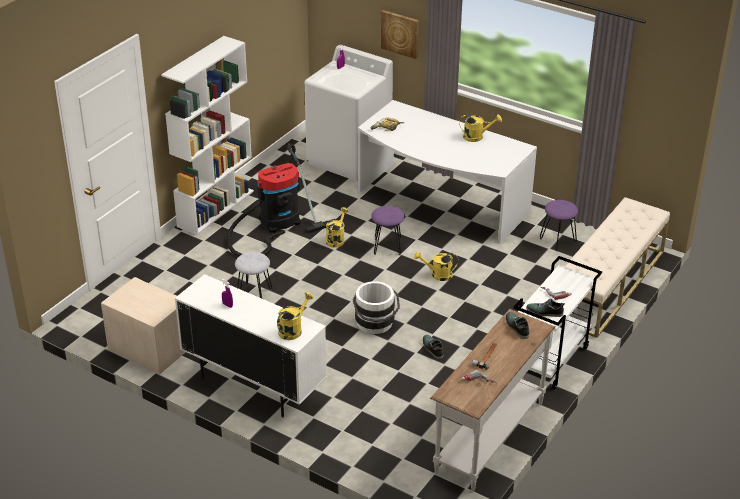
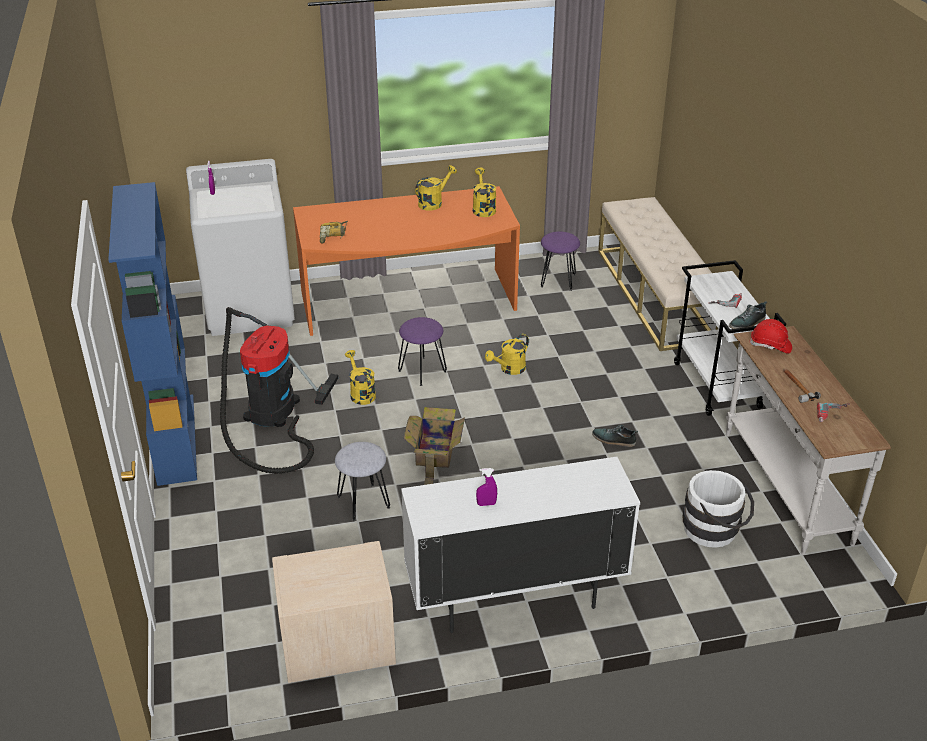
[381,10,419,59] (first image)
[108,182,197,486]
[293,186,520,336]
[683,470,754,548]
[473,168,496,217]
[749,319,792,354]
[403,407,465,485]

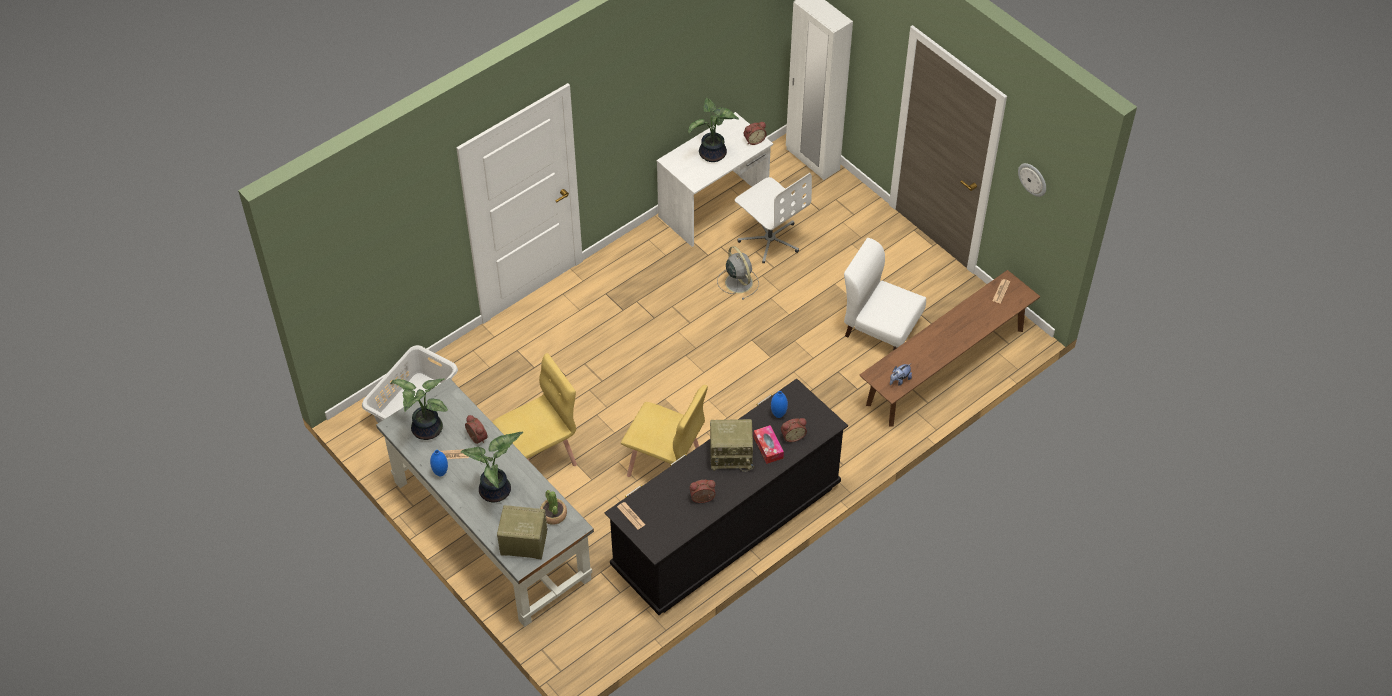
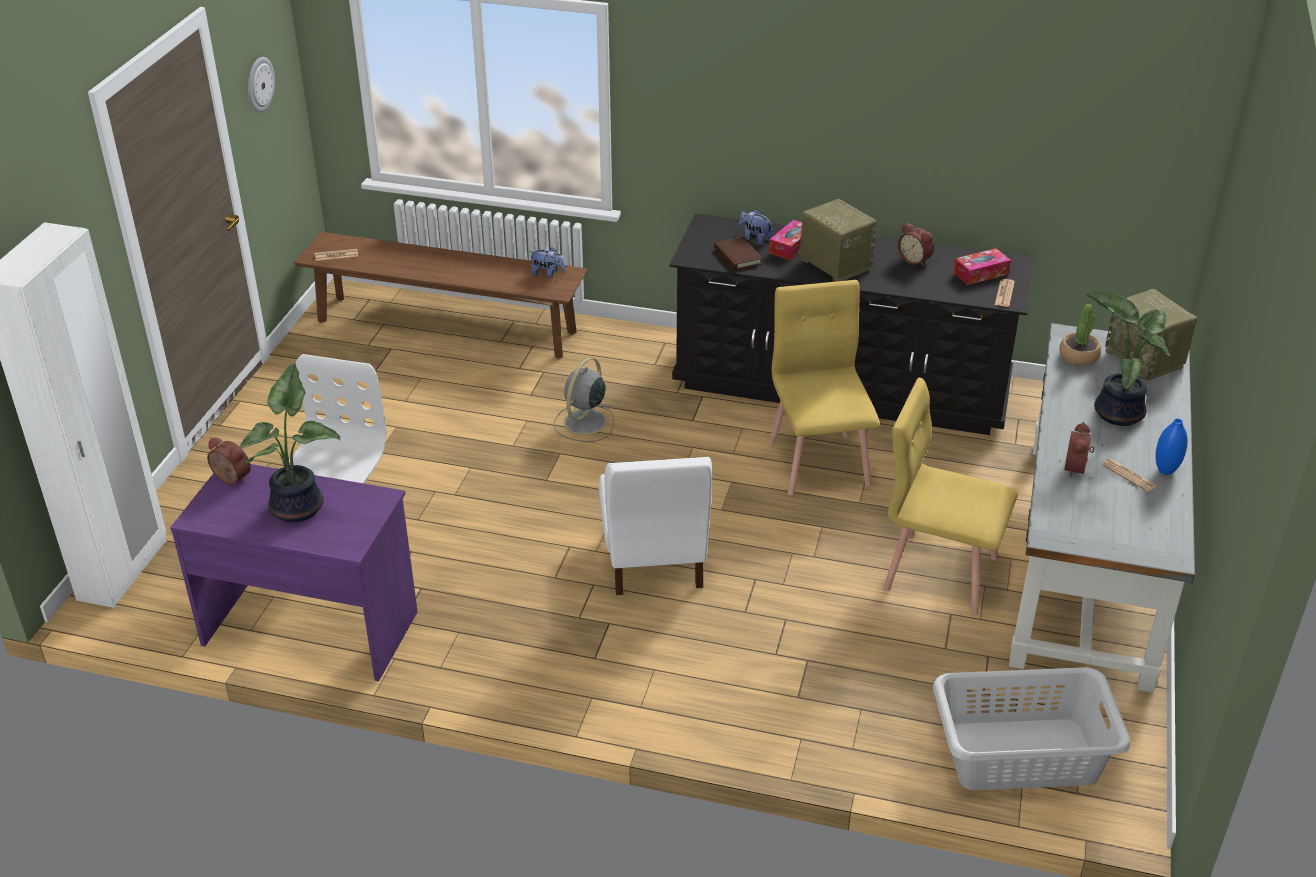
[170,464,418,681]
[599,457,712,595]
[553,357,614,442]
[390,378,448,440] (first image)
[714,237,763,270]
[739,209,773,245]
[953,248,1011,285]

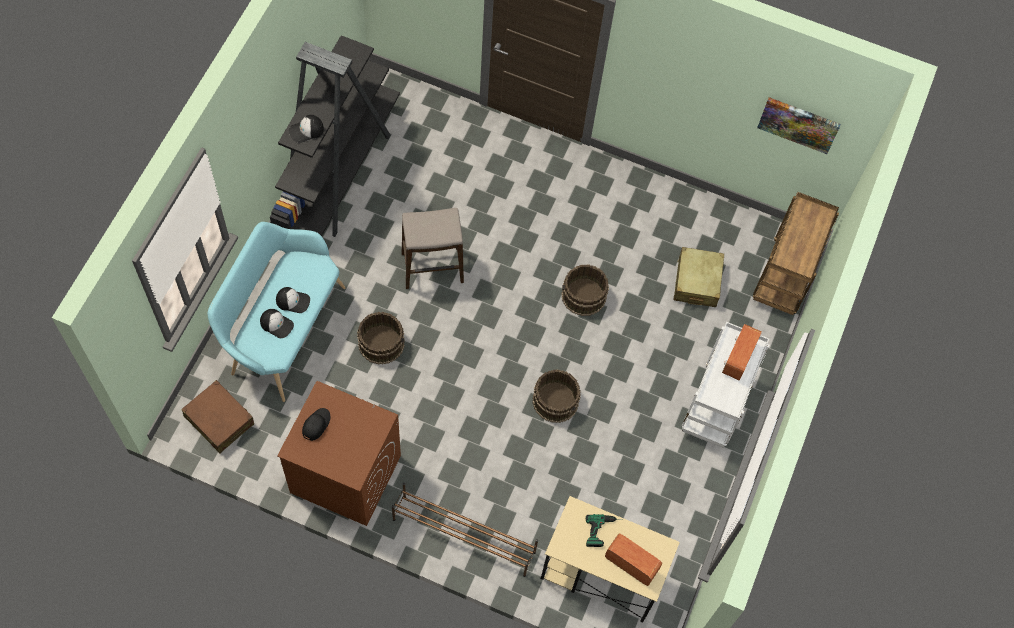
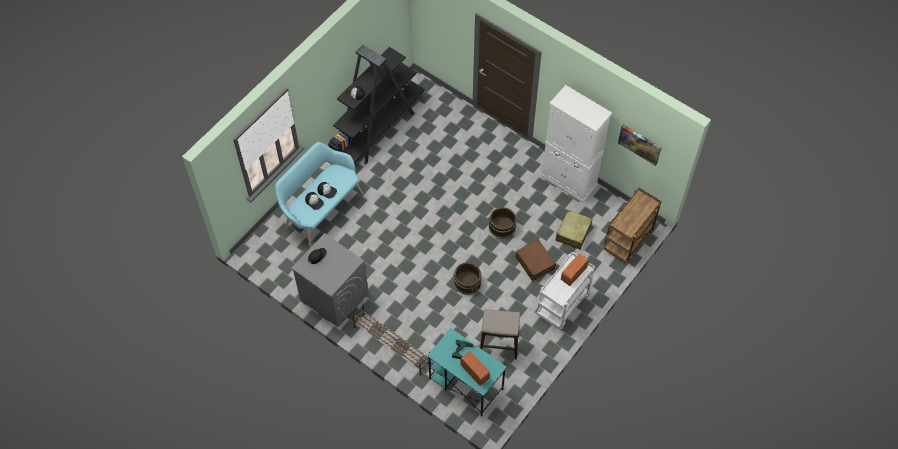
[480,309,520,360]
[357,312,405,365] (first image)
[515,239,556,281]
[291,233,368,327]
[427,328,507,416]
[541,85,612,203]

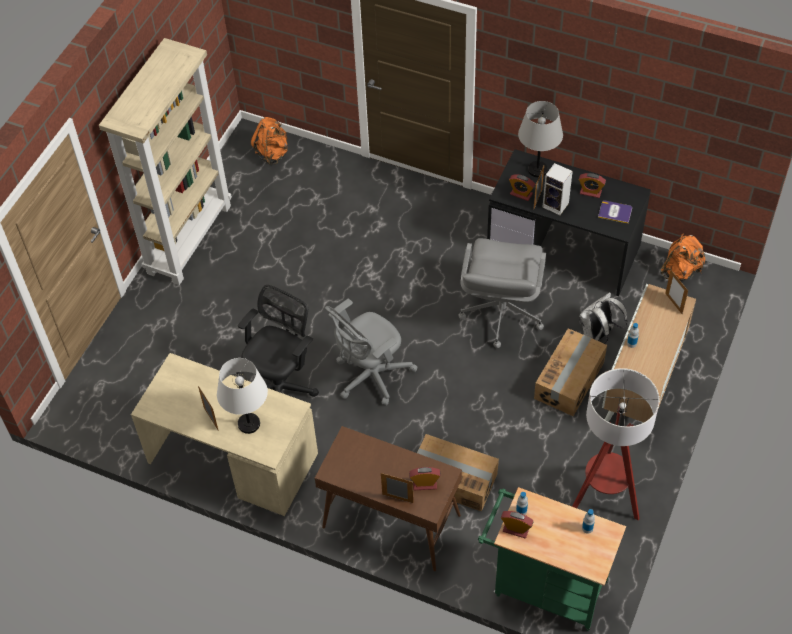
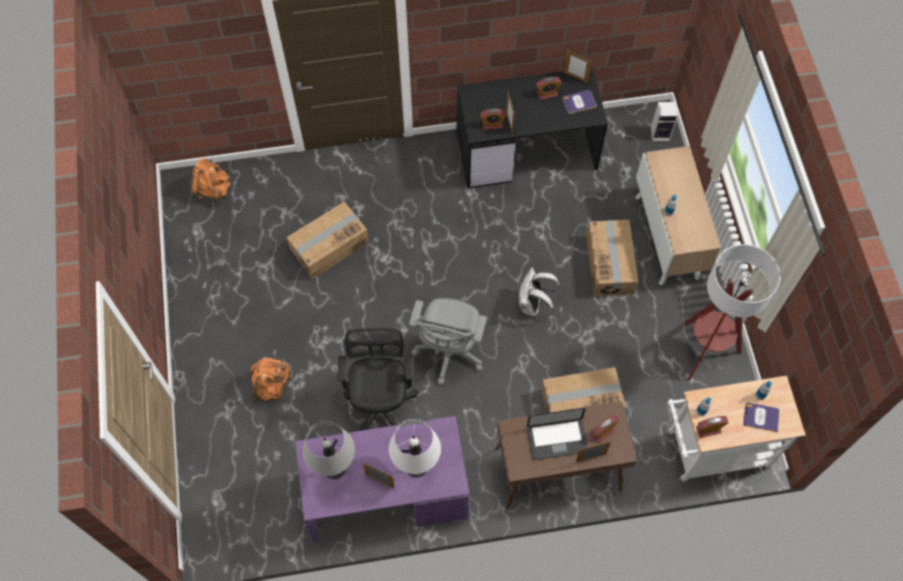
[99,38,232,285] (first image)
[303,421,355,479]
[651,102,678,141]
[251,357,291,404]
[458,238,546,348] (first image)
[564,50,592,83]
[519,267,559,316]
[295,416,469,544]
[667,376,806,482]
[286,201,369,279]
[743,403,780,432]
[527,408,588,460]

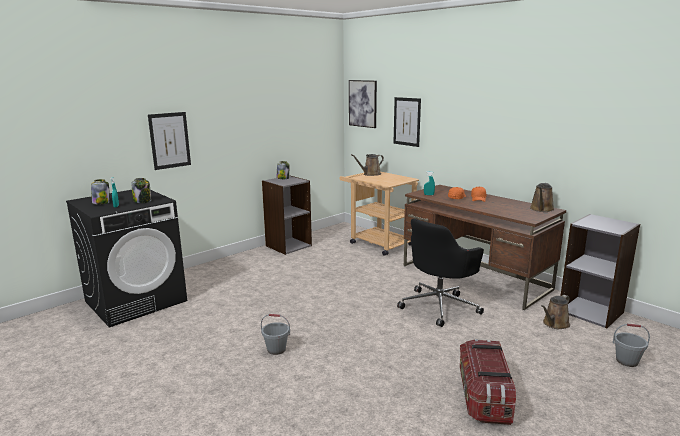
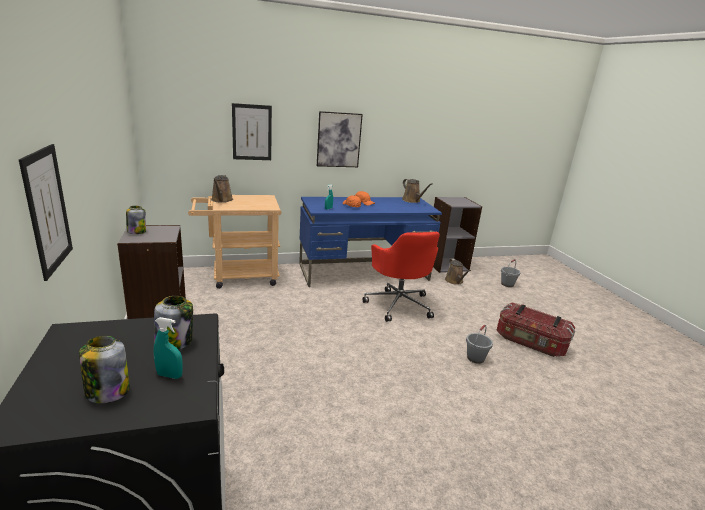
[317,111,363,167]
[299,197,442,287]
[363,232,440,322]
[466,325,493,364]

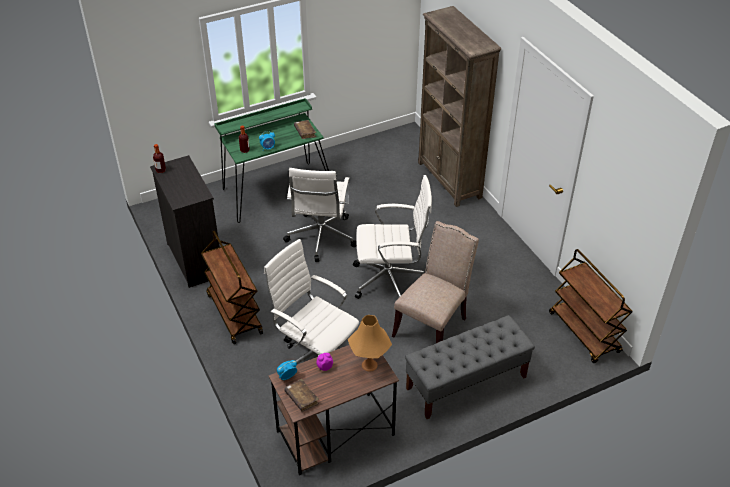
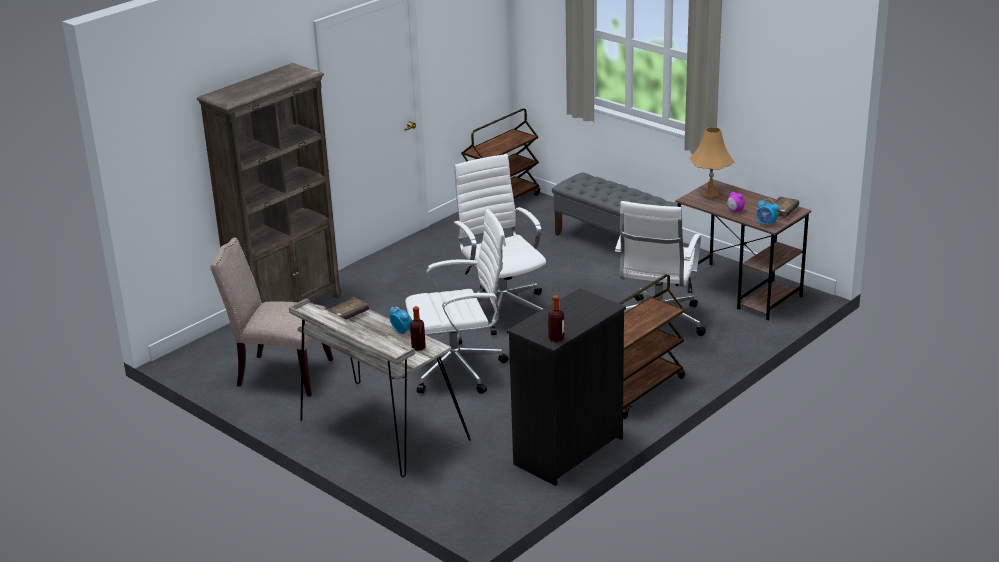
[289,298,471,477]
[210,237,333,397]

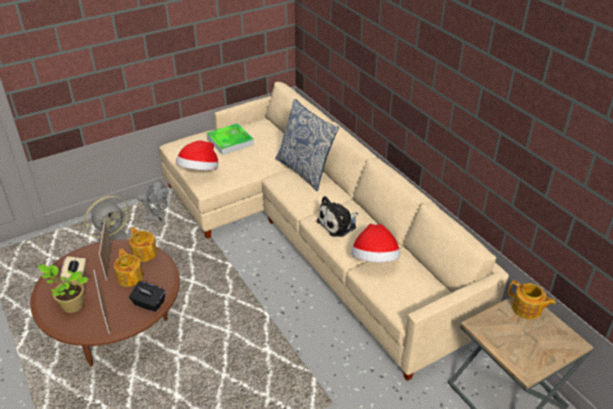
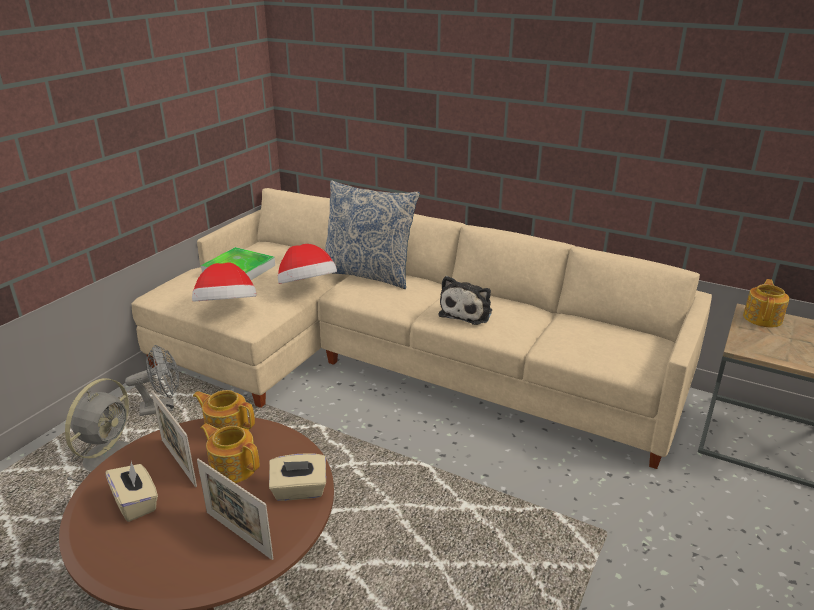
[278,244,337,284]
[38,264,89,313] (first image)
[743,279,789,328]
[269,453,326,501]

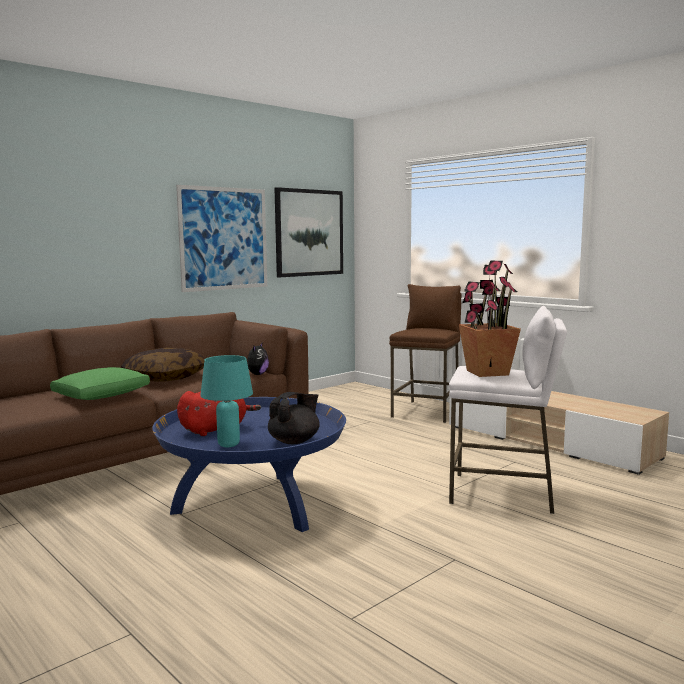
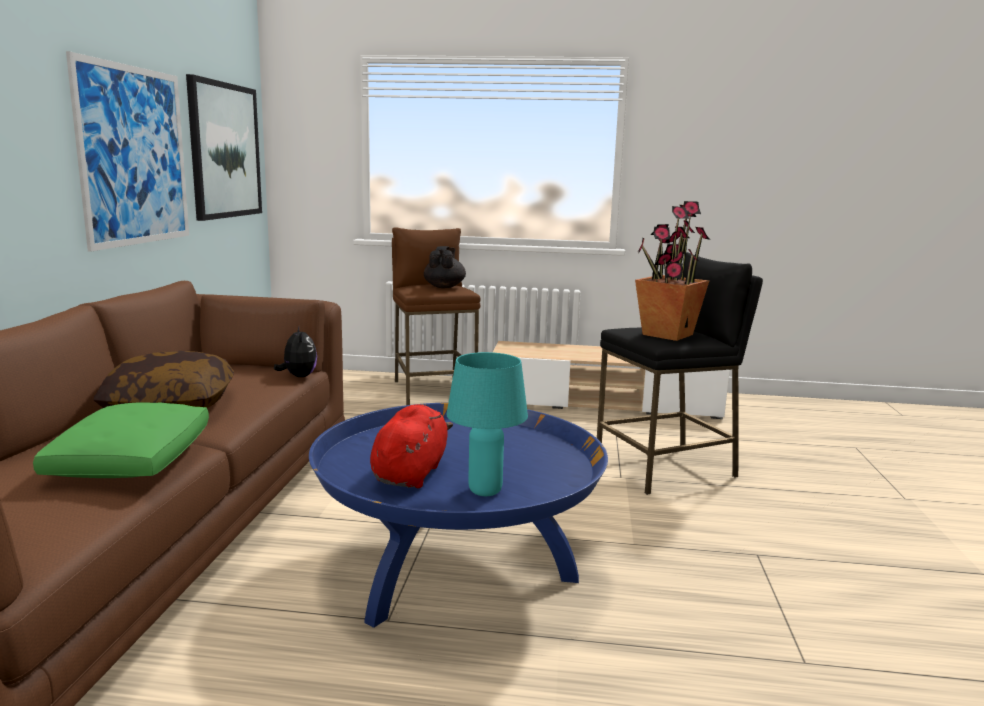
[597,252,763,495]
[424,246,466,288]

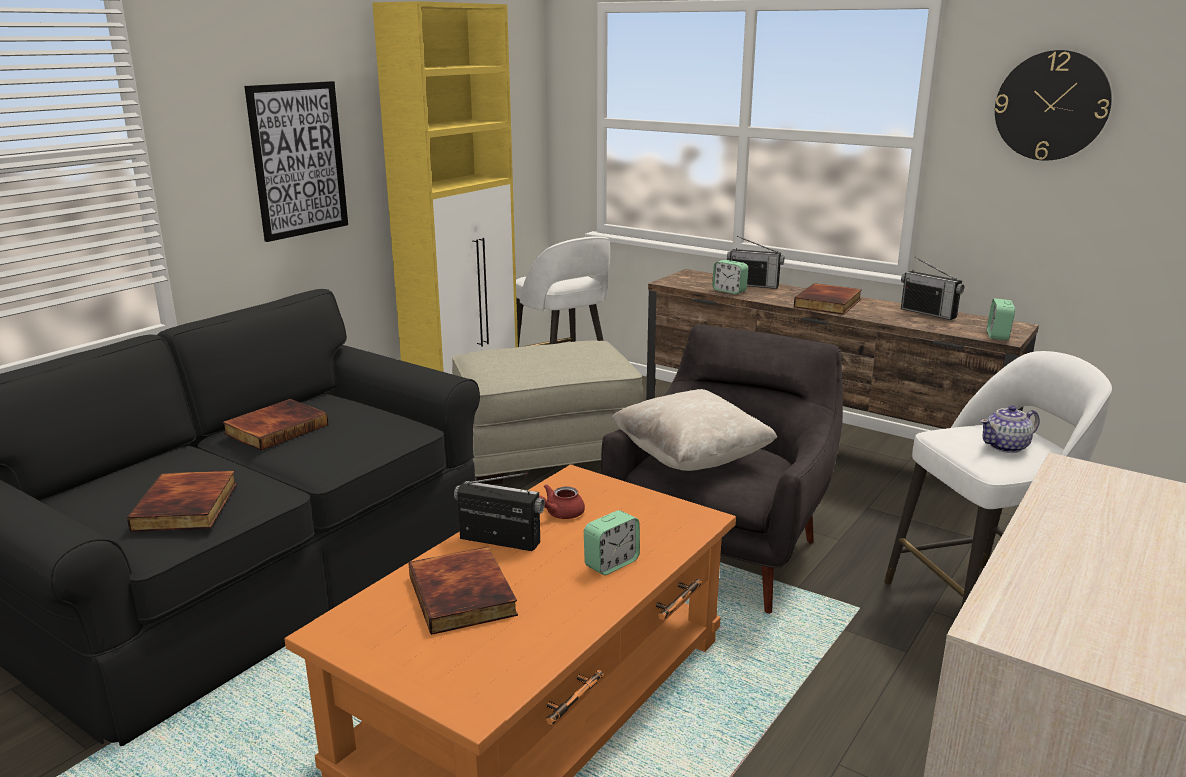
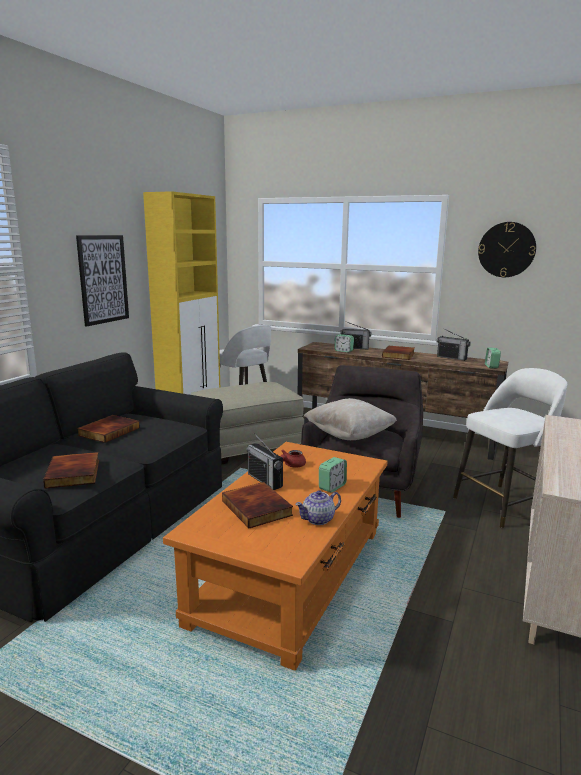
[295,490,341,525]
[246,433,283,490]

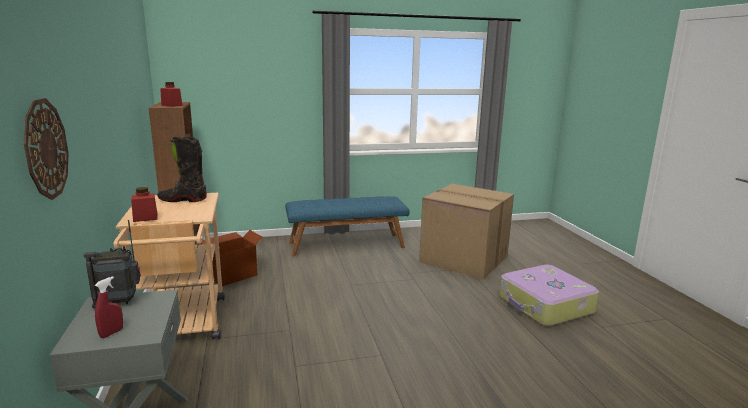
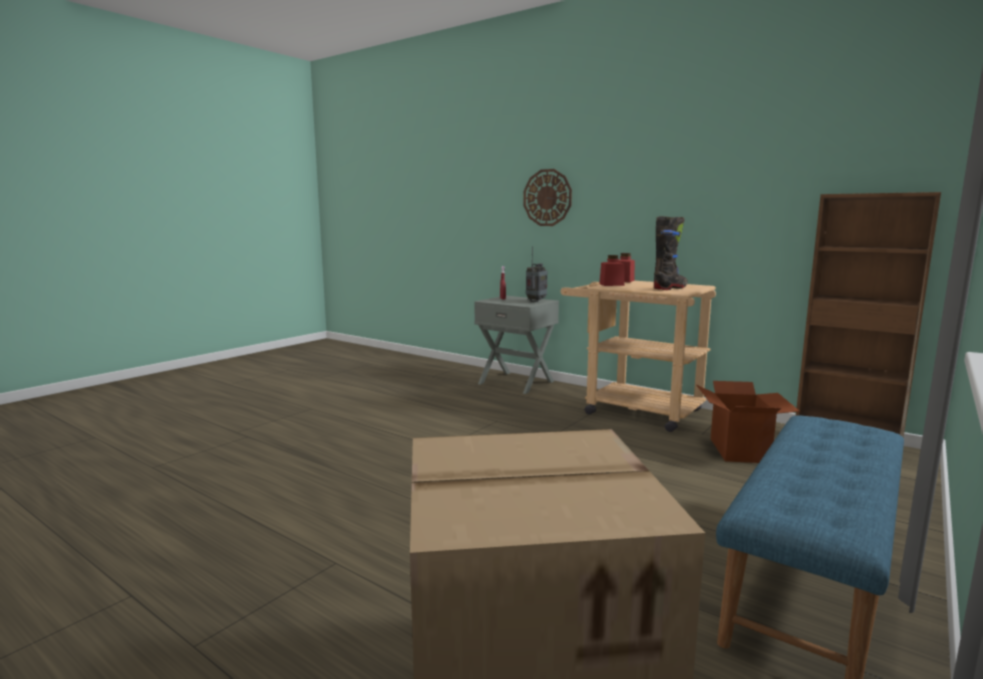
[599,255,625,286]
[499,265,599,326] (first image)

